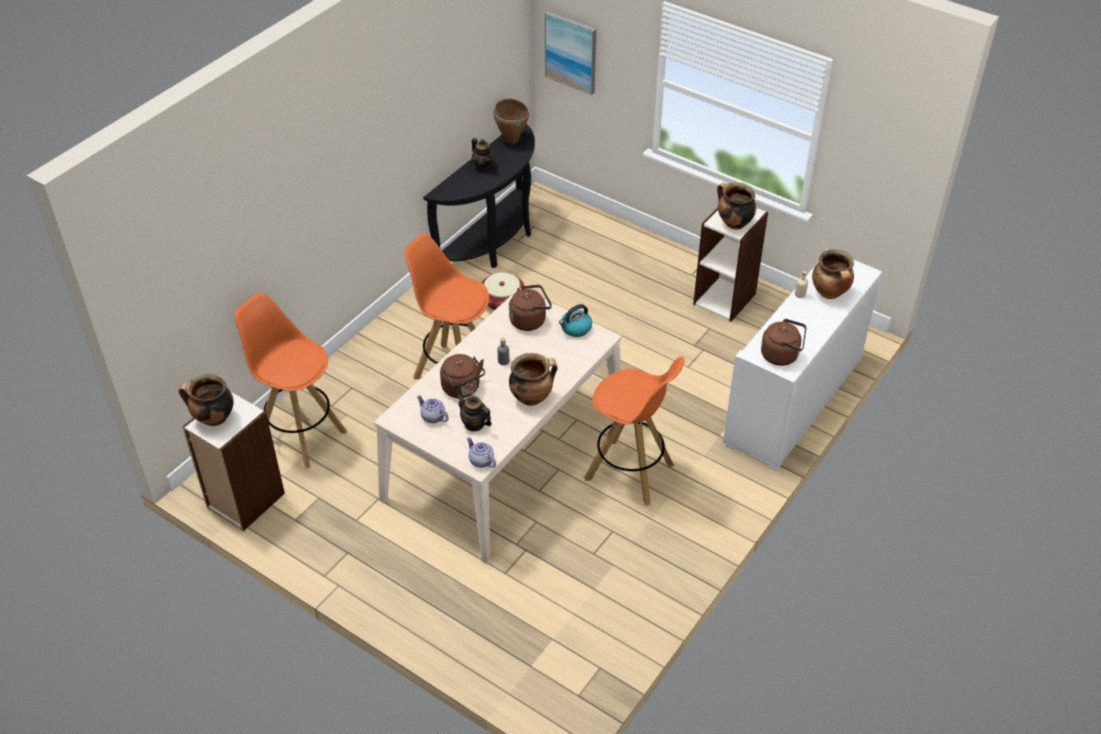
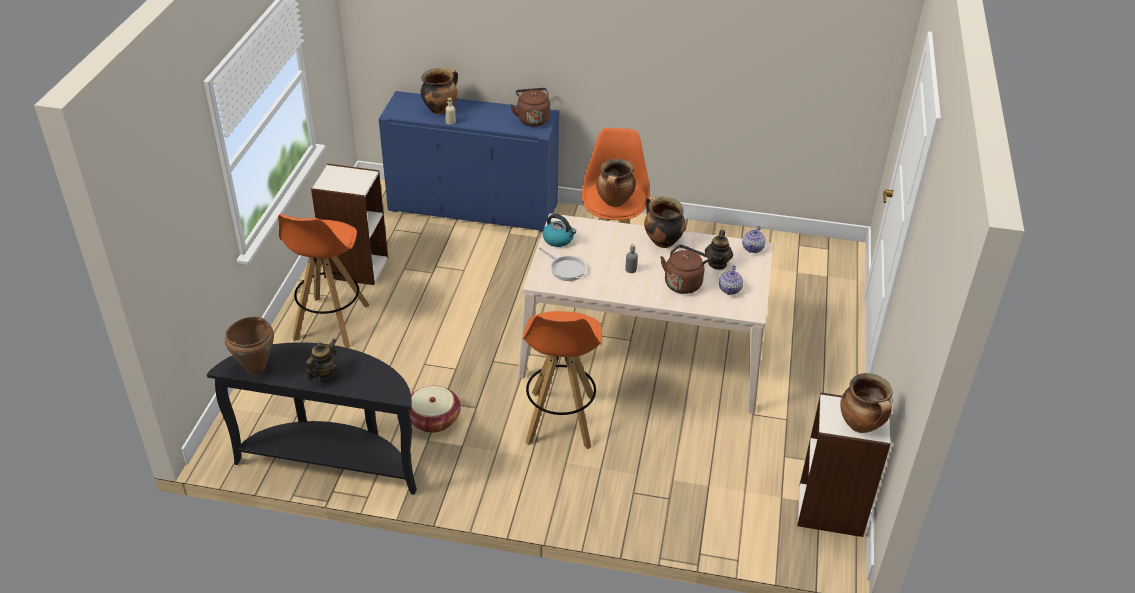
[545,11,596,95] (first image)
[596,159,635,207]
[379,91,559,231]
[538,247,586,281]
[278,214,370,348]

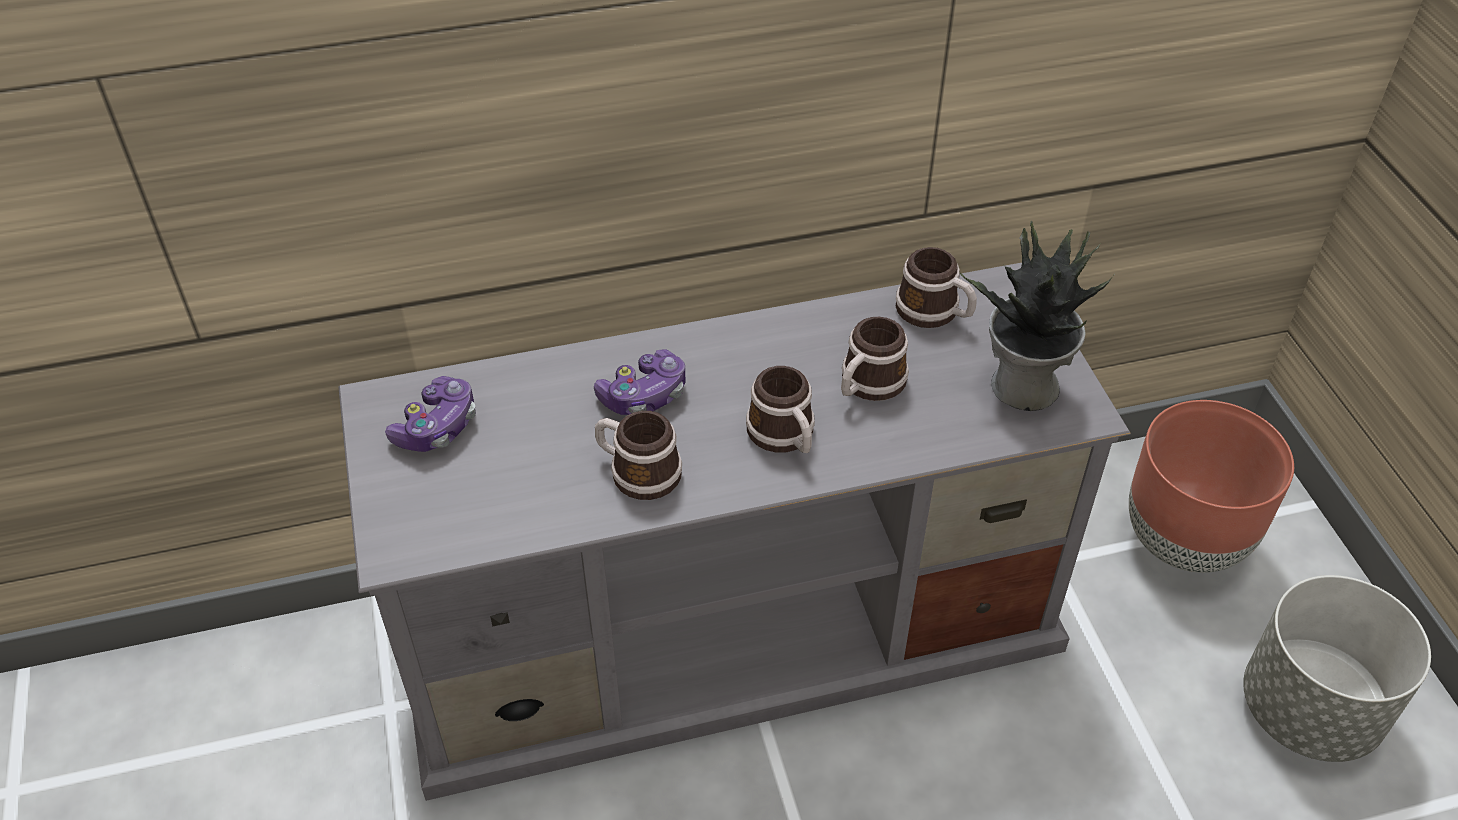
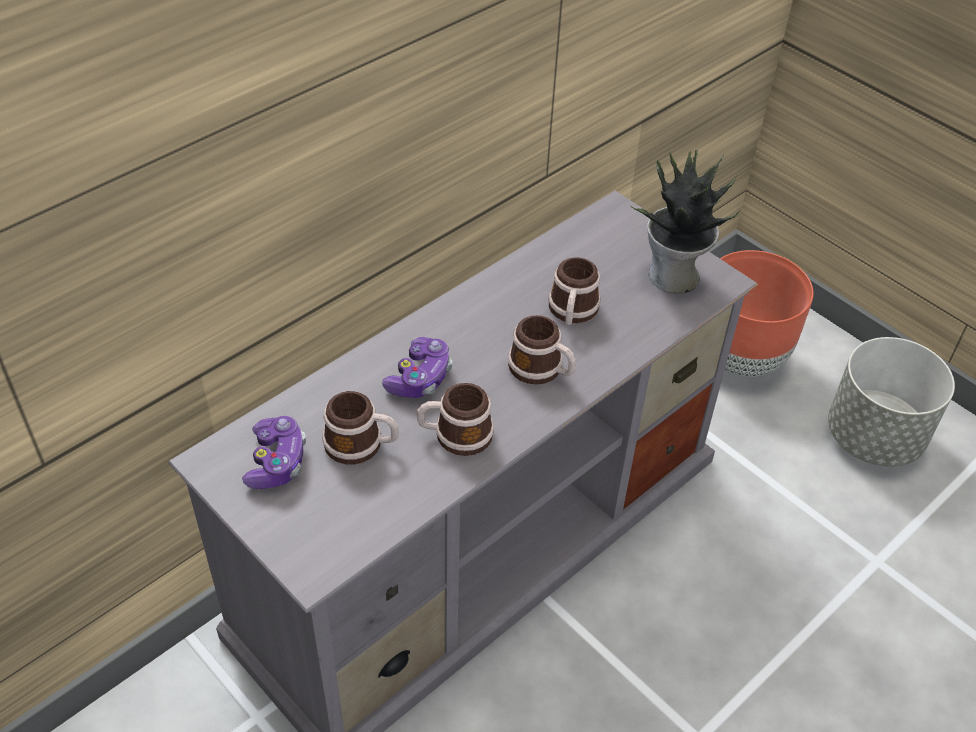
[322,391,399,464]

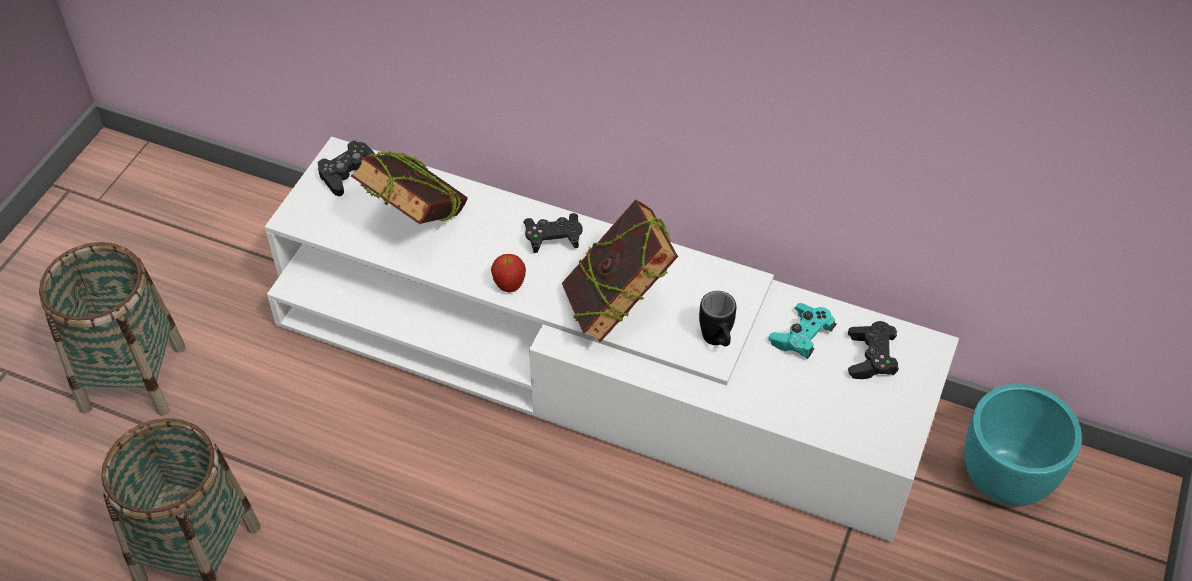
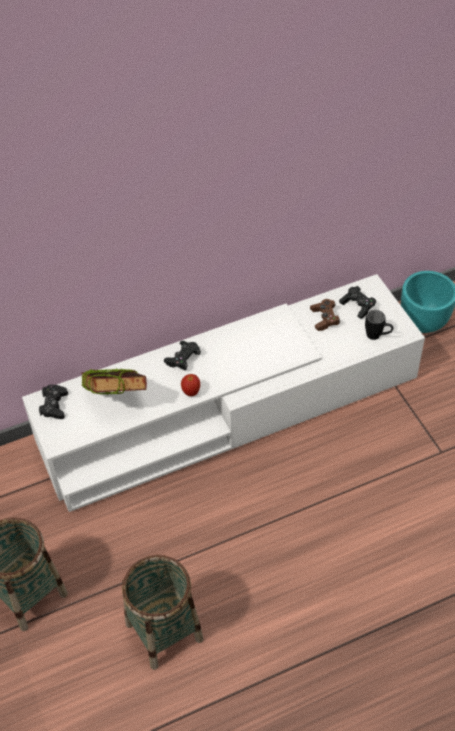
[562,199,678,342] (first image)
[365,310,393,340]
[310,299,340,331]

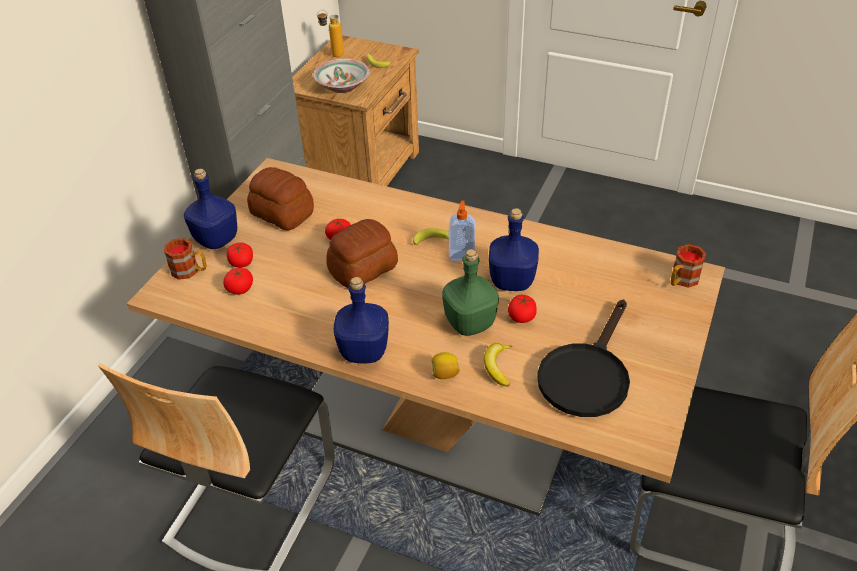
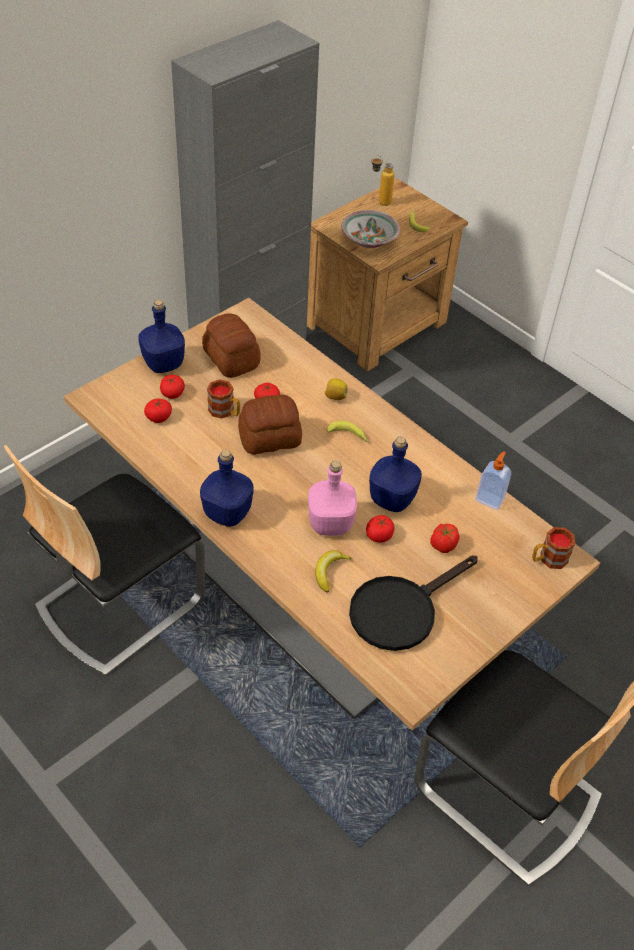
[475,451,511,510]
[207,379,240,419]
[308,461,357,536]
[325,379,348,400]
[430,524,460,553]

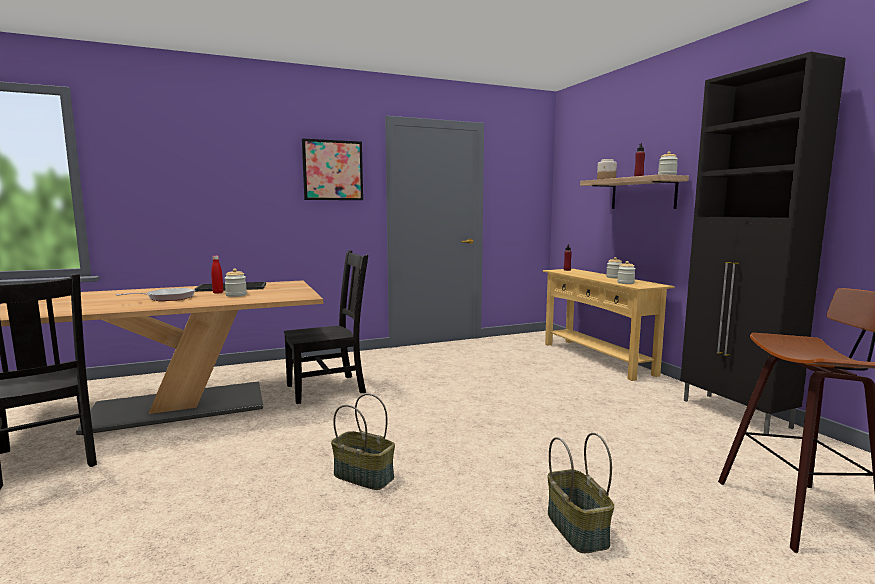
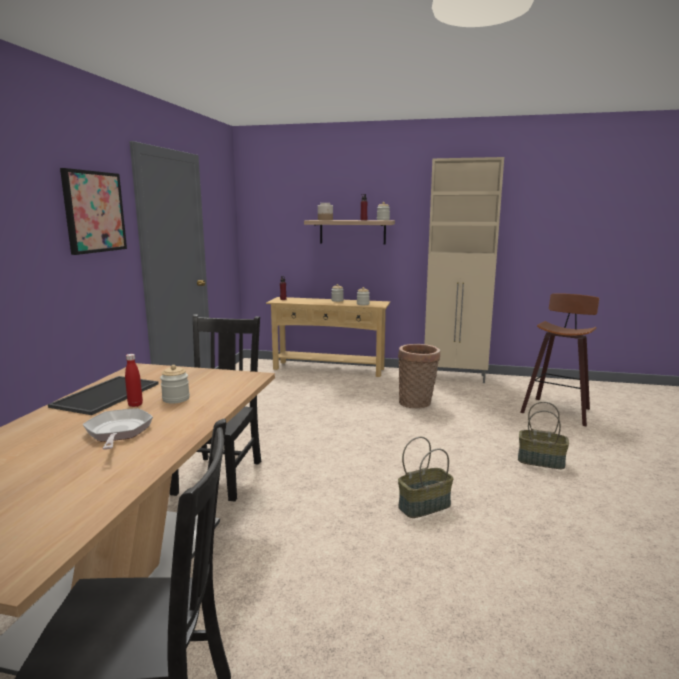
[424,157,504,383]
[398,344,440,408]

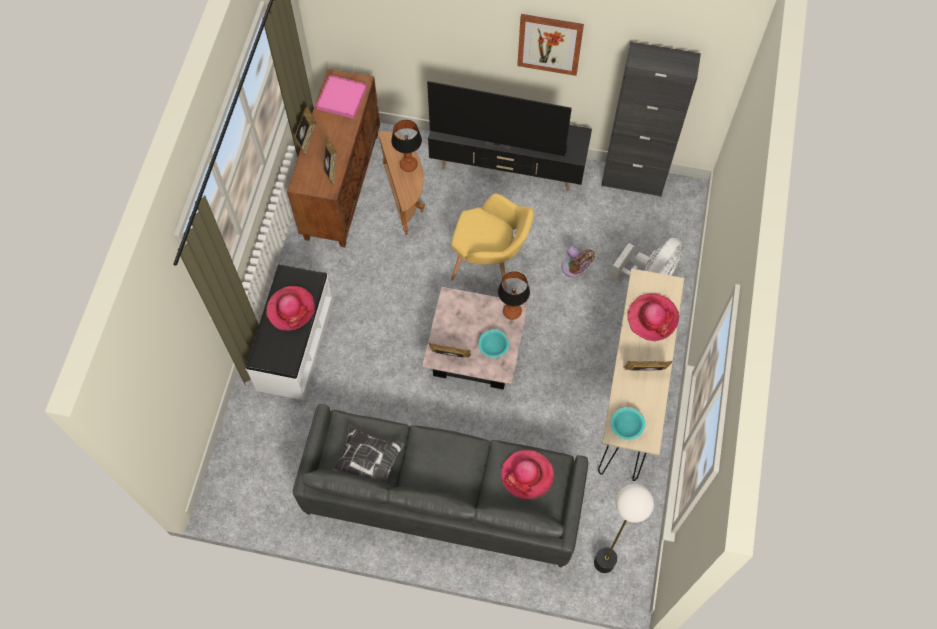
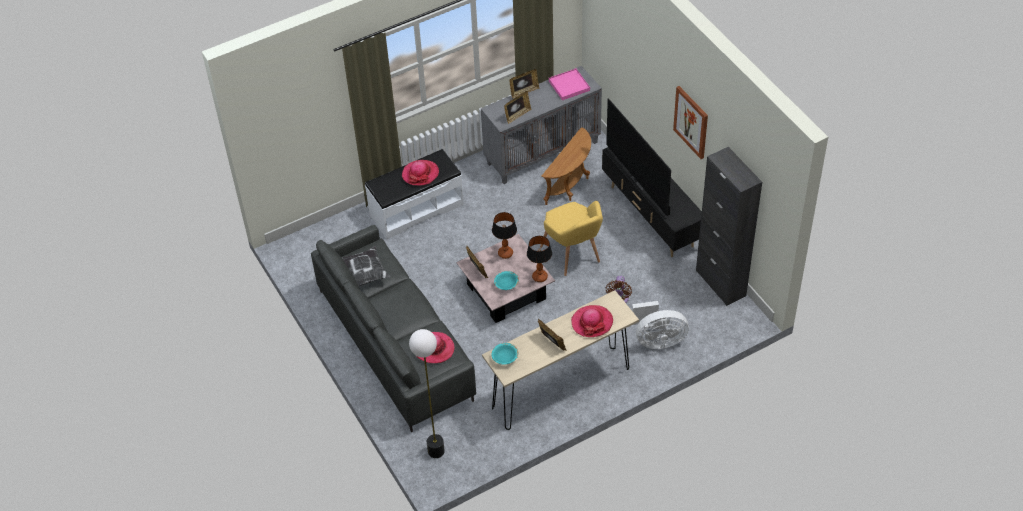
[481,66,602,184]
[492,212,517,259]

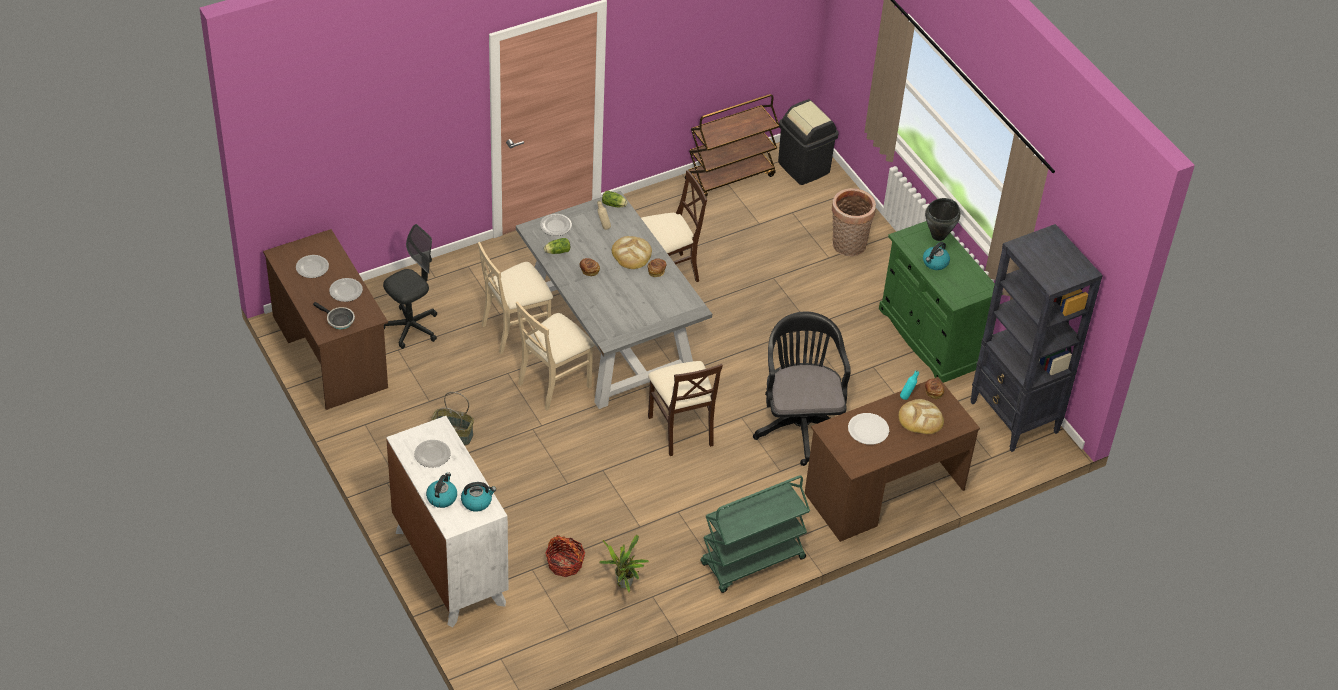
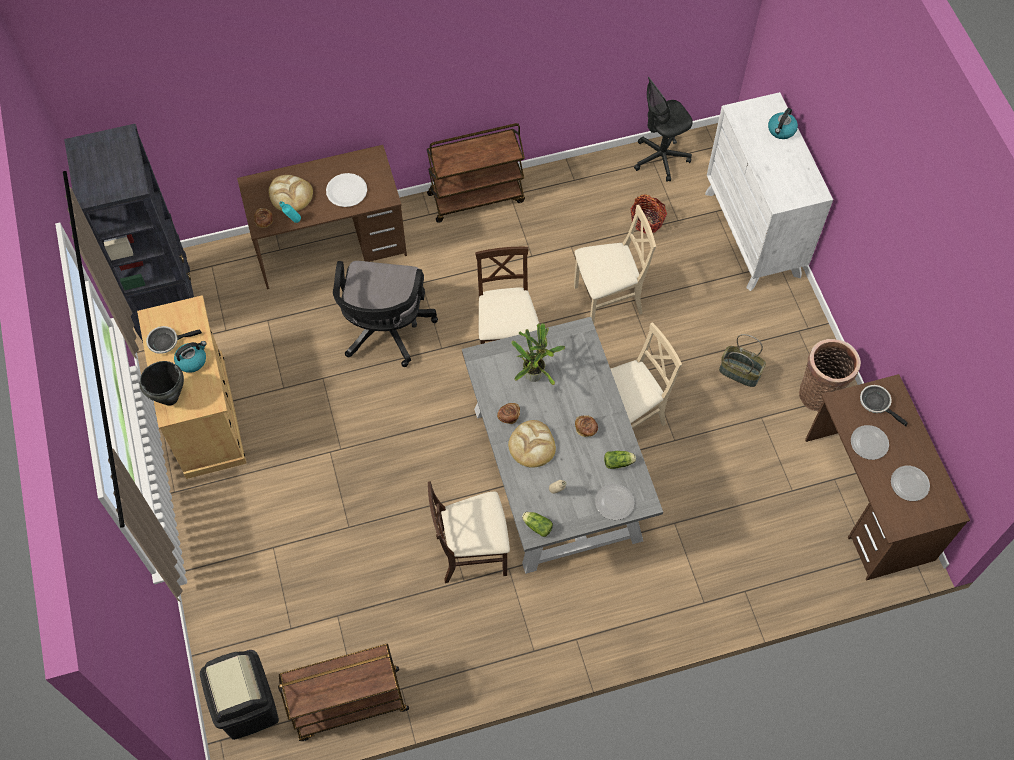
[799,339,861,411]
[137,295,246,479]
[634,77,693,182]
[574,205,656,324]
[414,440,451,468] (first image)
[427,123,525,223]
[461,482,496,512] (first image)
[511,323,565,385]
[146,326,202,354]

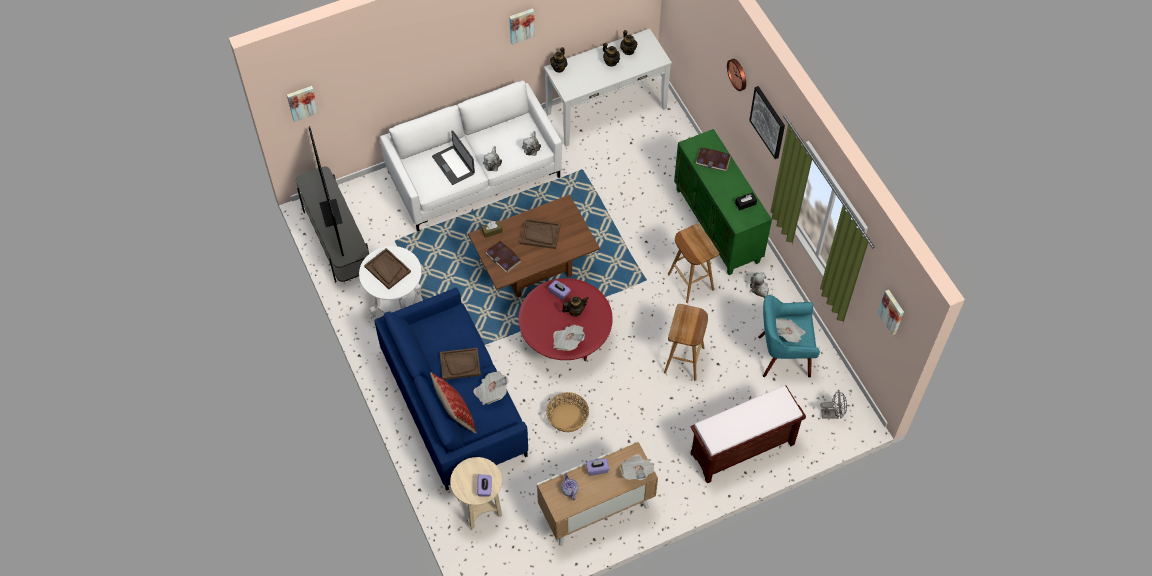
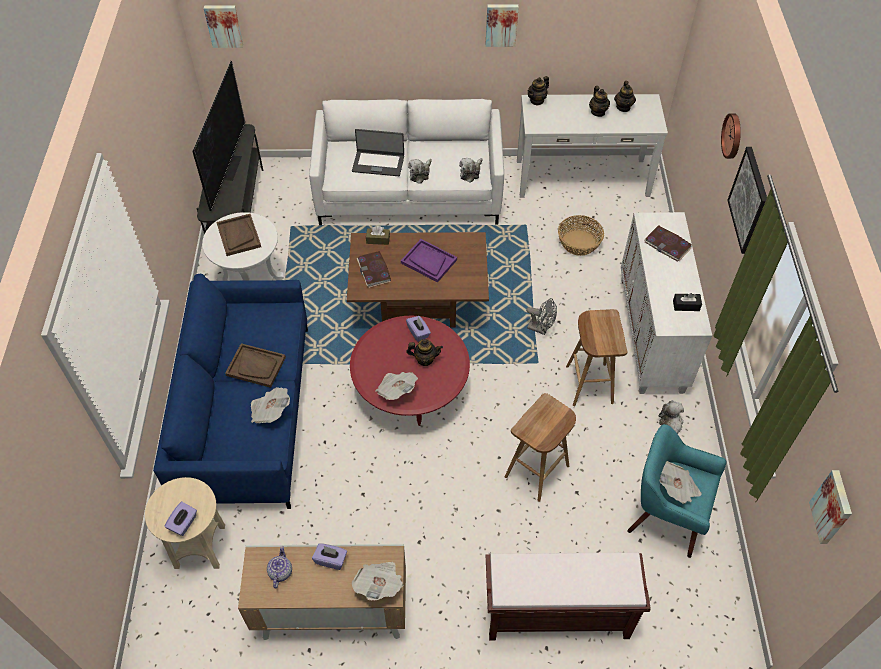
[621,212,712,394]
[352,129,404,176]
[401,239,457,282]
[430,372,477,433] (first image)
[526,298,557,335]
[558,215,604,256]

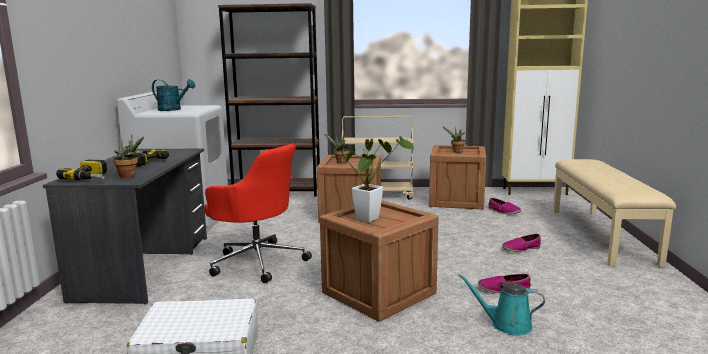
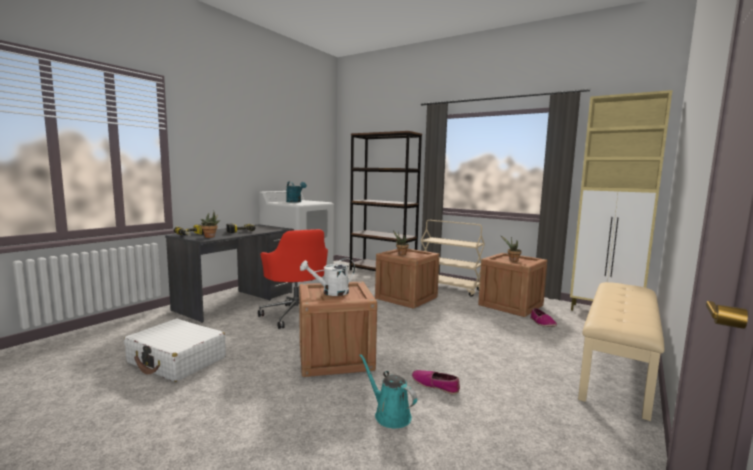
[300,258,355,296]
[502,234,541,252] (first image)

